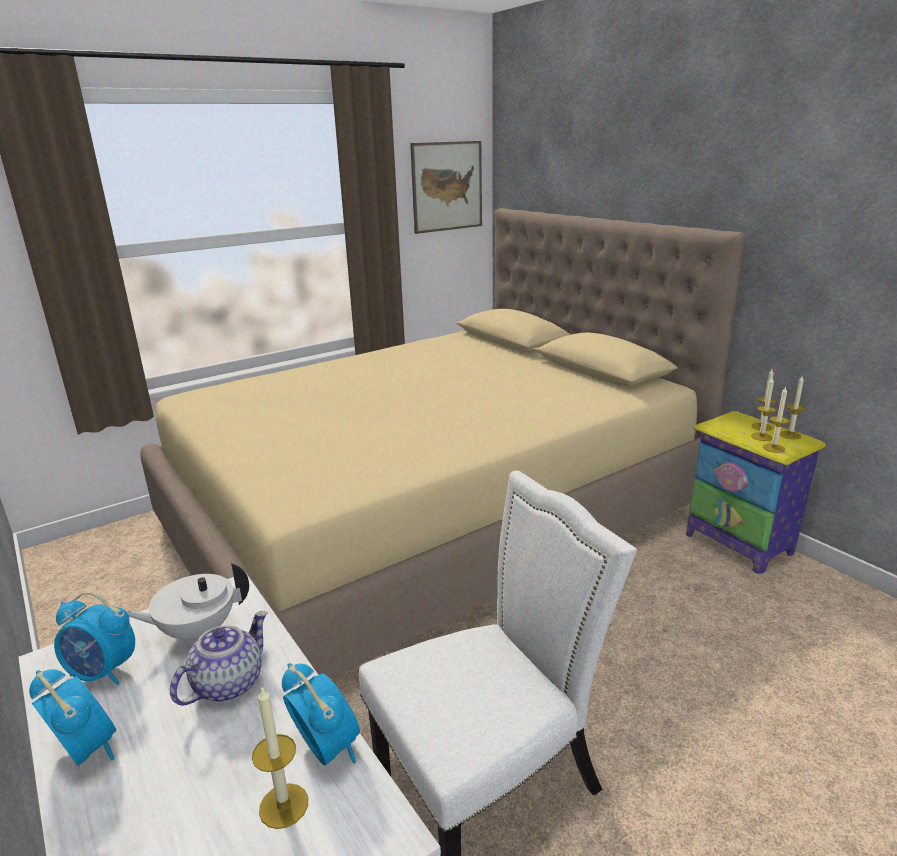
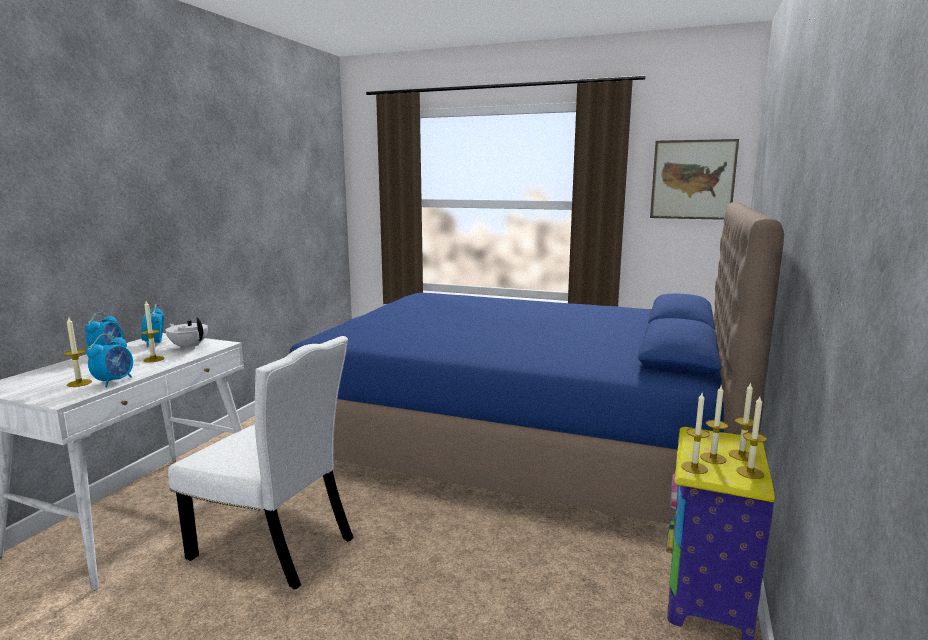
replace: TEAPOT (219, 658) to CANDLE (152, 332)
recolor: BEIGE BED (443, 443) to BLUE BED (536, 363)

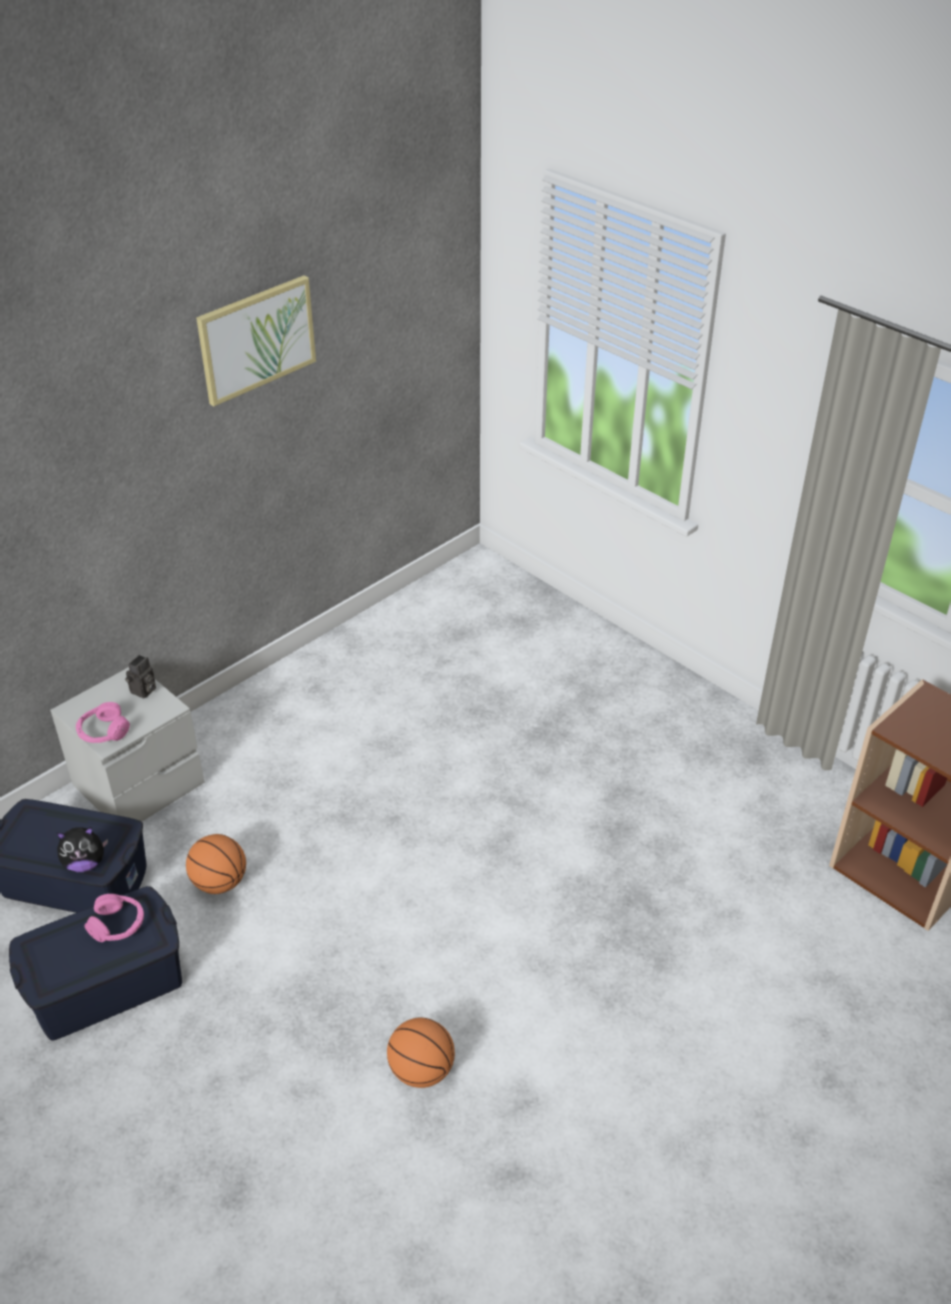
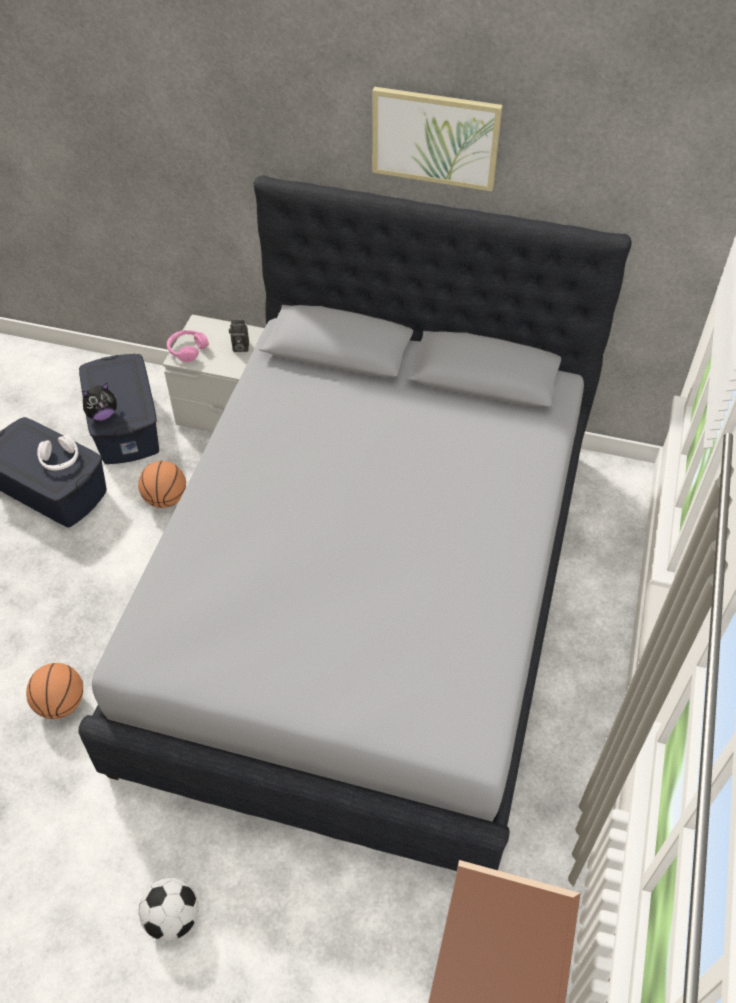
insert: GREY BED (355, 523); FOOTBALL (168, 909)
recolor: PINK HEADPHONES (114, 918) to WHITE HEADPHONES (58, 453)
rotate: PLUSH TOY (82, 849) = (99, 402) 75 degrees counterclockwise

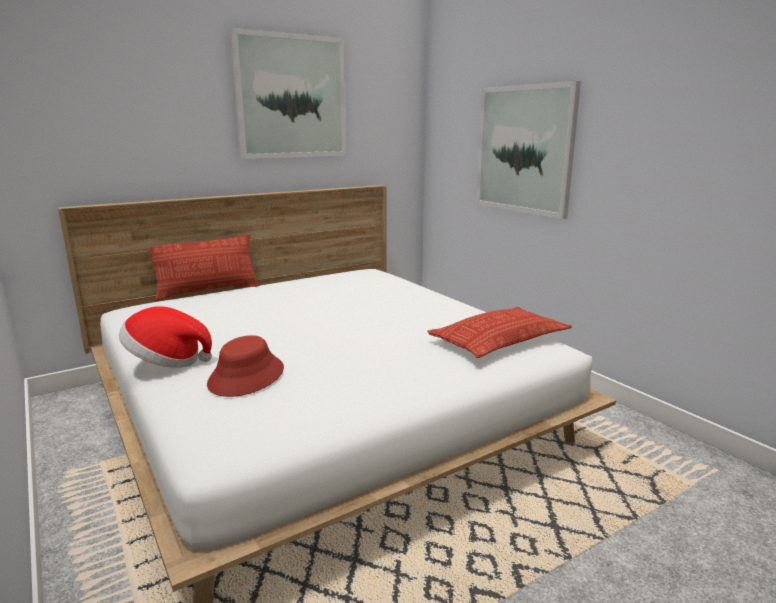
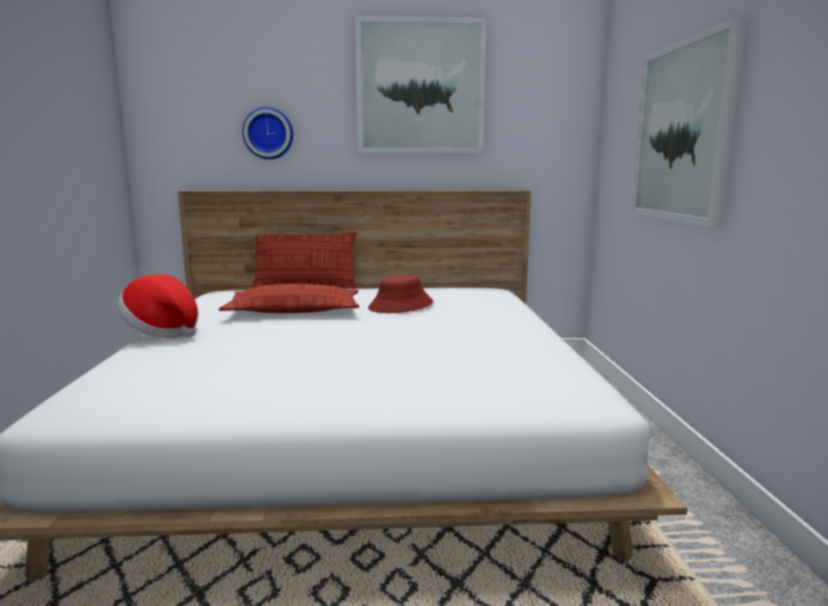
insert: WALL CLOCK (267, 133)
move: PILLOW (499, 332) to (289, 298); RED HAT (245, 366) to (400, 293)

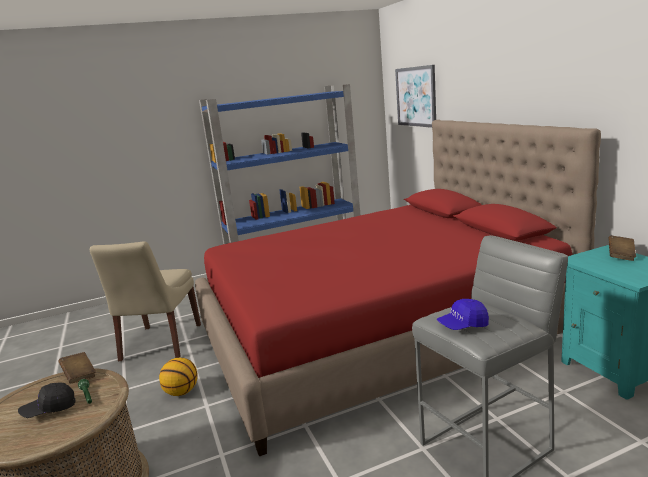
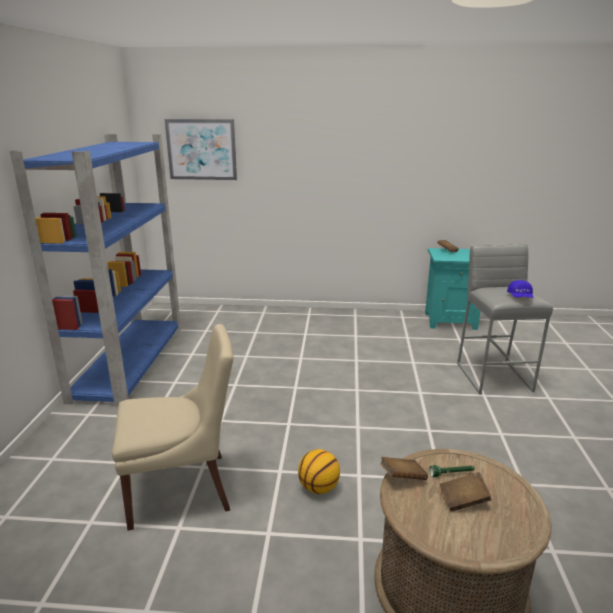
delete: RED BED (398, 288)
replace: BLACK CAP (46, 400) to BROWN BOOK (466, 492)
rotate: BEIGE CHAIR (145, 301) = (172, 427) 45 degrees counterclockwise

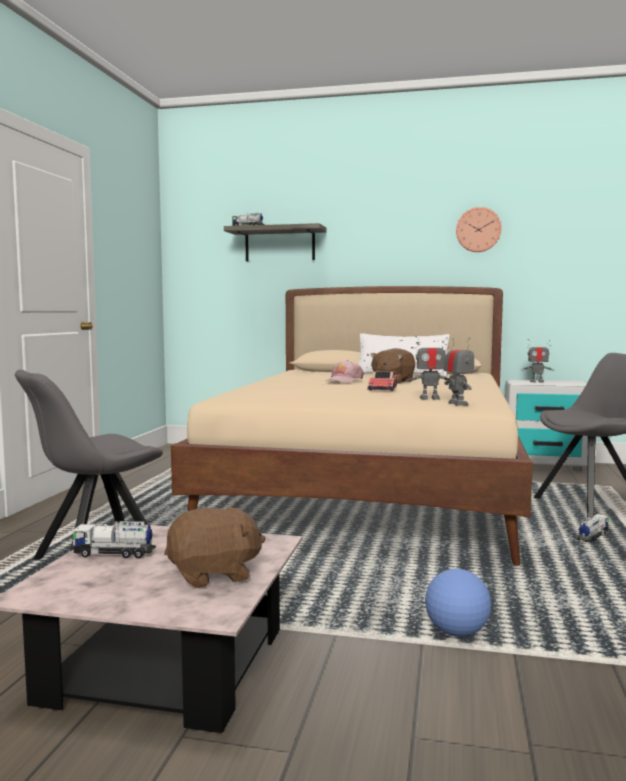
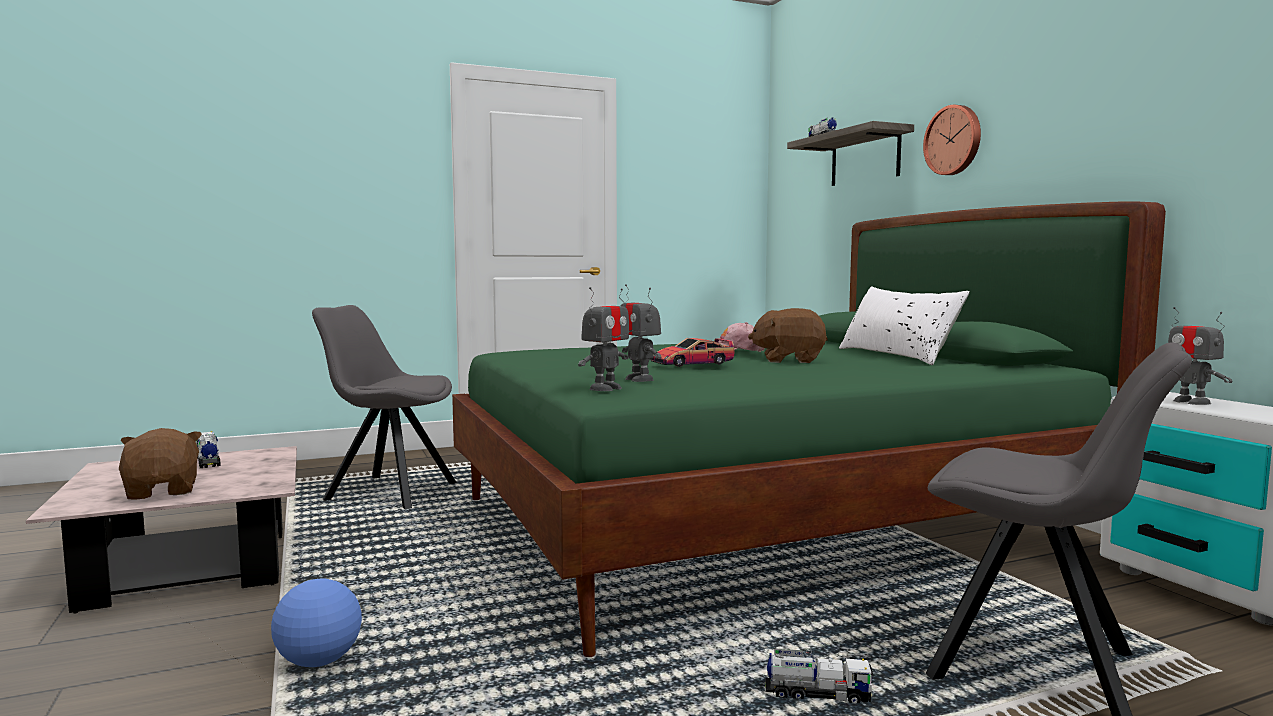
move: WALL CLOCK (478, 229) to (952, 140)
recolor: BEIGE BED (352, 425) to GREEN BED (809, 429)
rotate: BROWN PLUSH TOY (215, 547) = (160, 464) 150 degrees counterclockwise

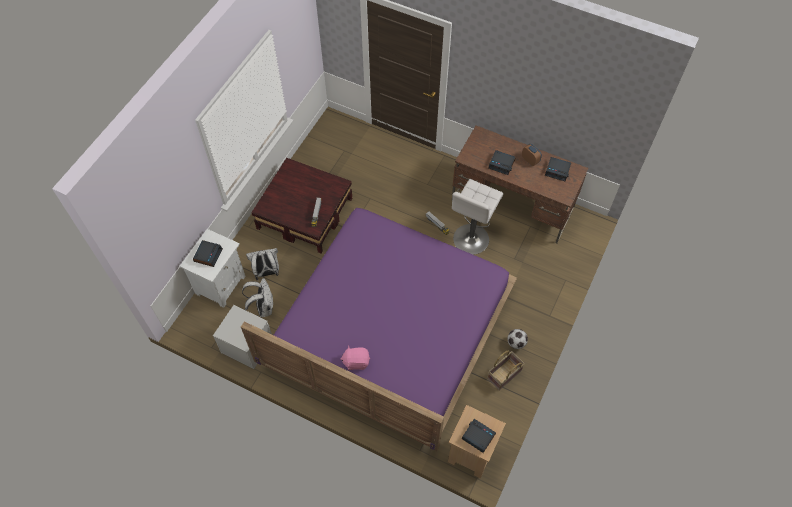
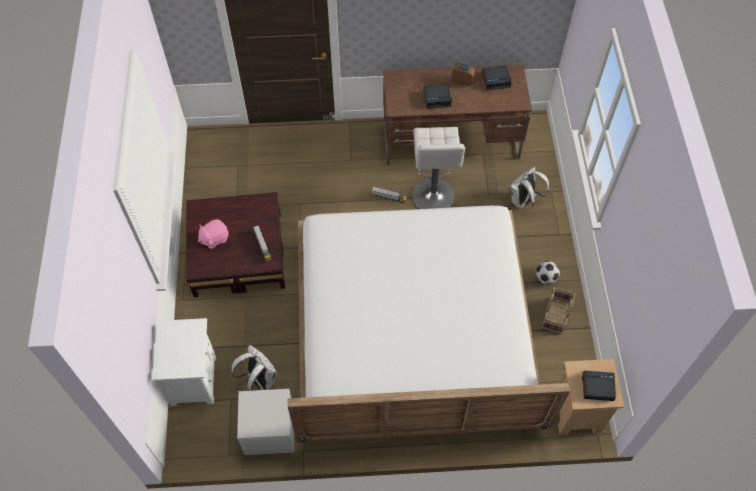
delete: ALARM CLOCK (208, 253)
move: PINK PLUSH TOY (355, 358) to (213, 234); WHITE BACKPACK (262, 264) to (529, 189)
recolor: PURPLE BED (379, 329) to WHITE BED (429, 324)

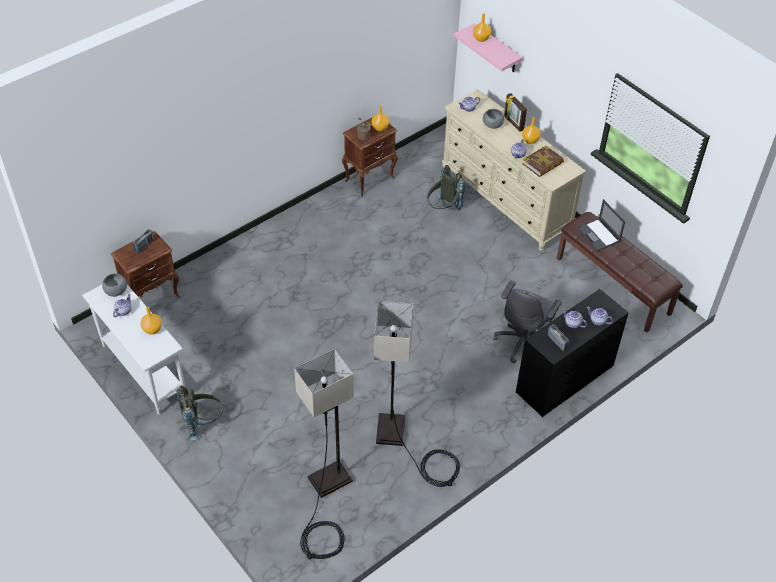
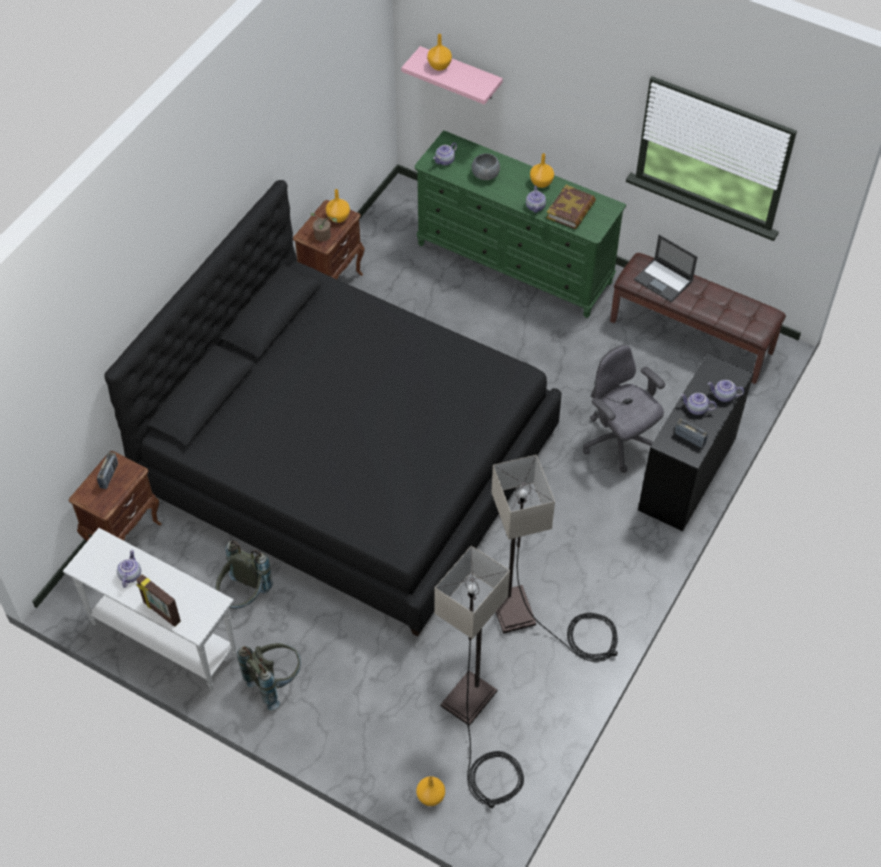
delete: GREY BOWL (114, 285)
insert: BLACK BED (333, 408)
move: PICTURE FRAME (515, 112) to (158, 600); GREY BACKPACK (446, 188) to (244, 575); ORANGE VASE (151, 321) to (430, 791)
recolor: BEIGE DRESSER (514, 170) to GREEN DRESSER (520, 224)
rotate: GREY OFFICE CHAIR (527, 322) = (624, 409) 135 degrees clockwise

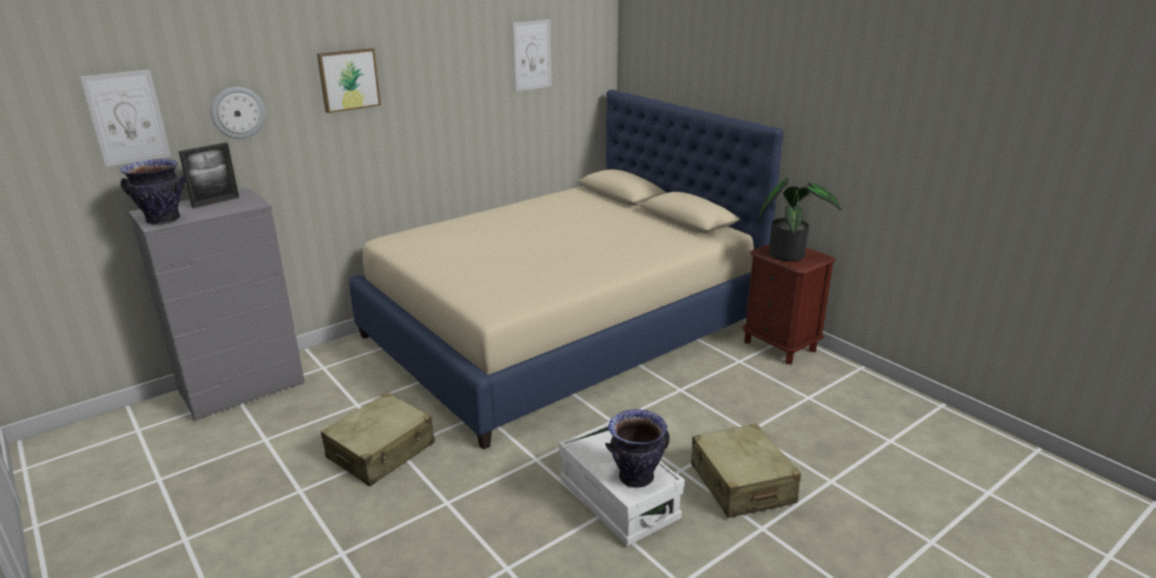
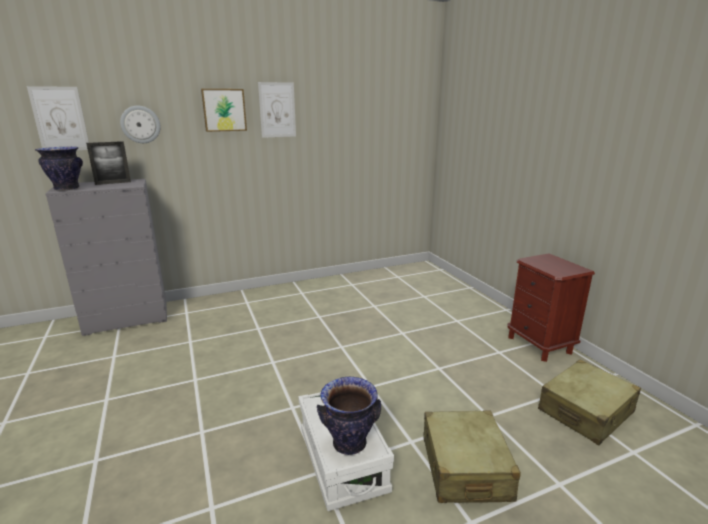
delete: BEIGE BED (566, 270); POTTED PLANT (800, 219)
move: PICTURE (532, 55) to (277, 110); BEIGE SUITCASE (378, 439) to (589, 402)

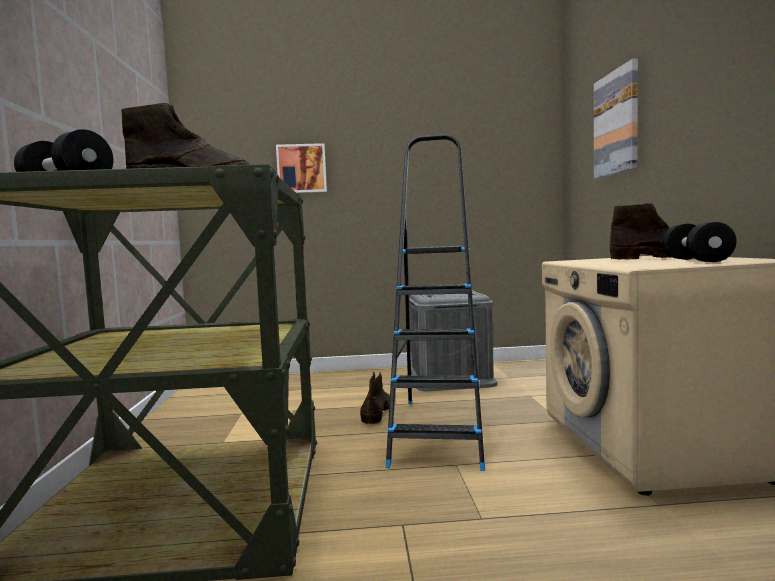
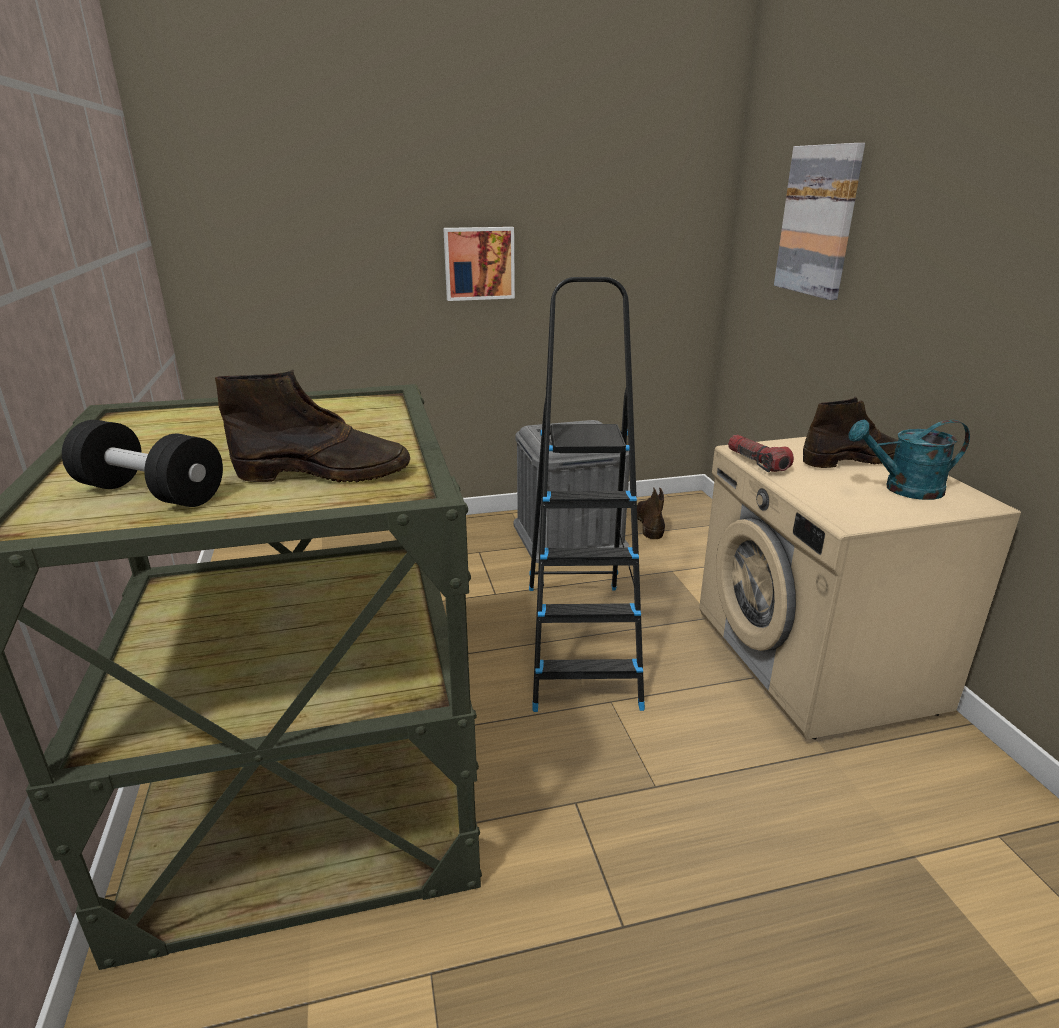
insert: FLASHLIGHT (761, 453)
move: PICTURE (301, 168) to (479, 264); BROWN BOOT (375, 398) to (651, 513)
replace: BLACK DUMBBELL (699, 242) to TURQUOISE WATERING CAN (909, 460)

